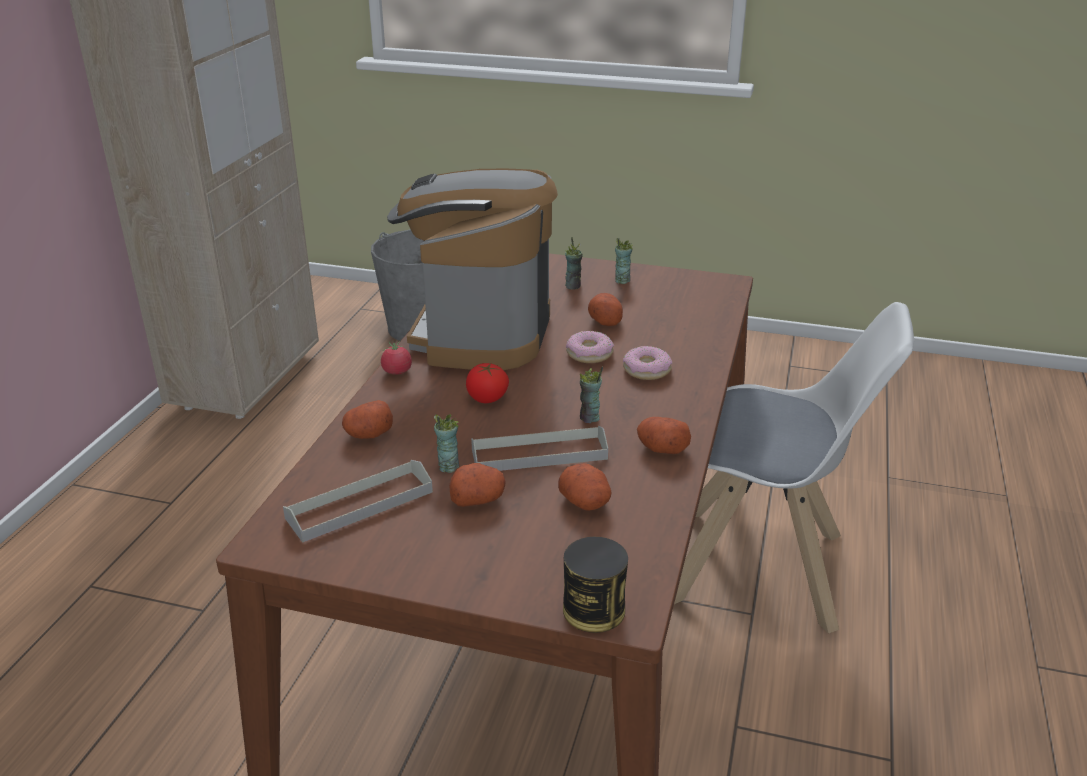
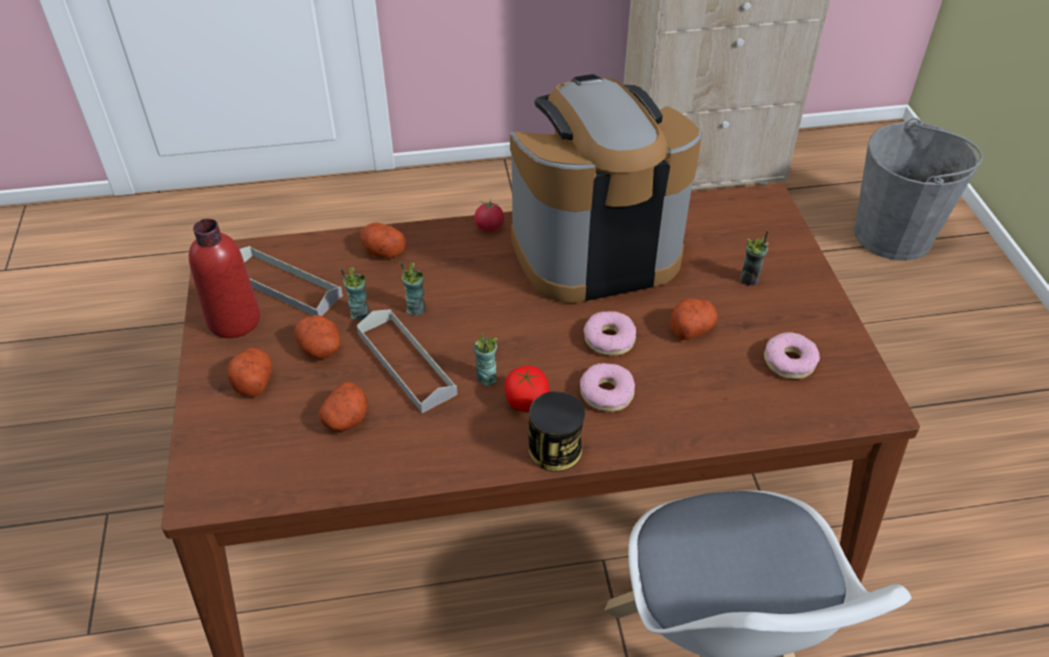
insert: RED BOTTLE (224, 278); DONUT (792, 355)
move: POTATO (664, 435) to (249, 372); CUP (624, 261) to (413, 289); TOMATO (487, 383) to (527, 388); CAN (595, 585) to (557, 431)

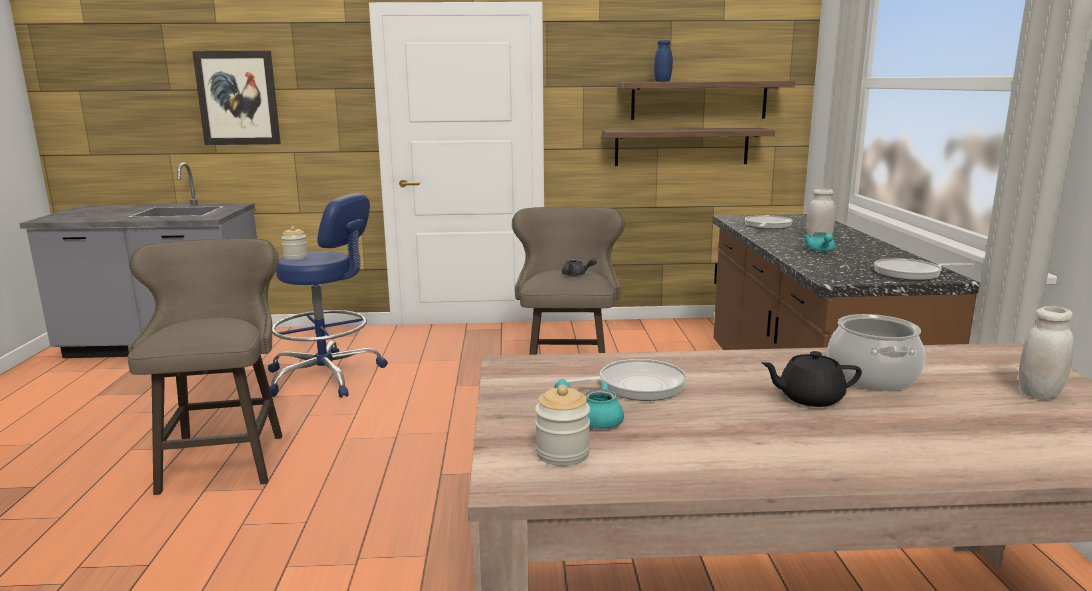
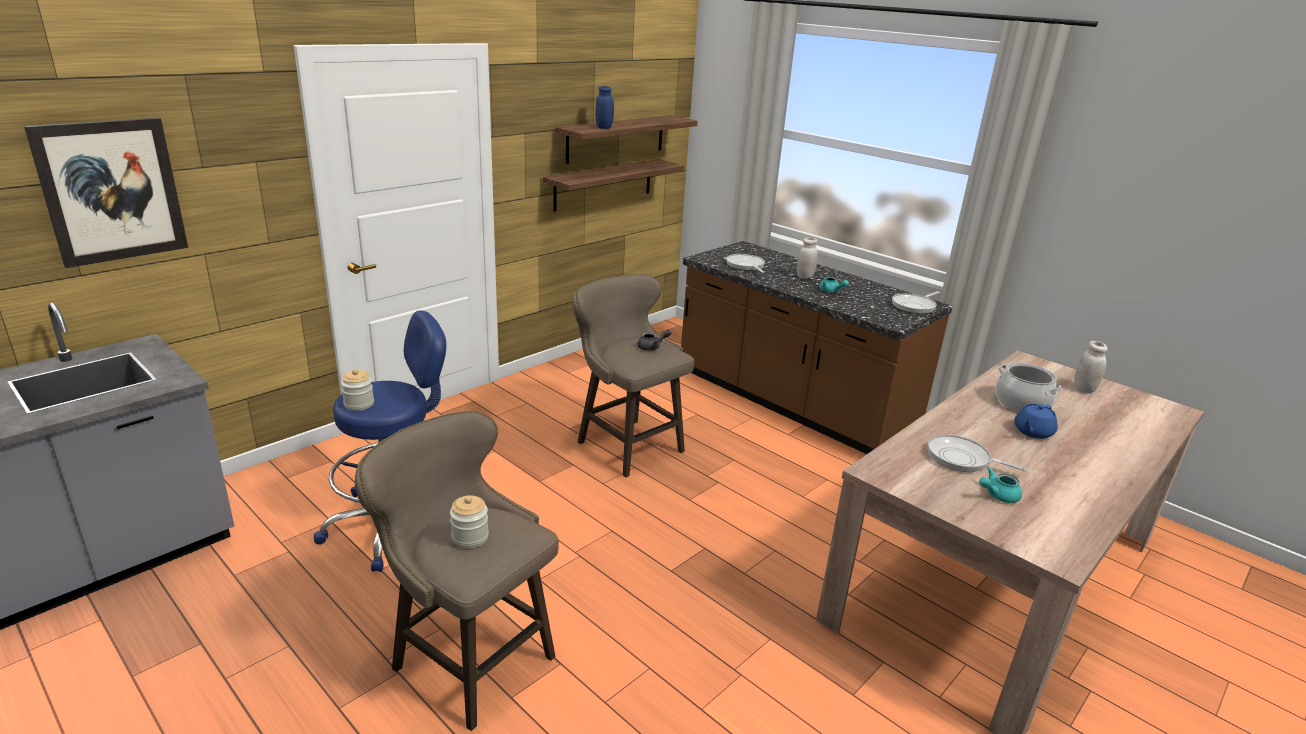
move: JAR (562, 425) to (469, 521)
recolor: BLACK TEAPOT (811, 379) to BLUE TEAPOT (1036, 421)
rotate: FRYING PAN (621, 380) = (977, 453) 90 degrees counterclockwise

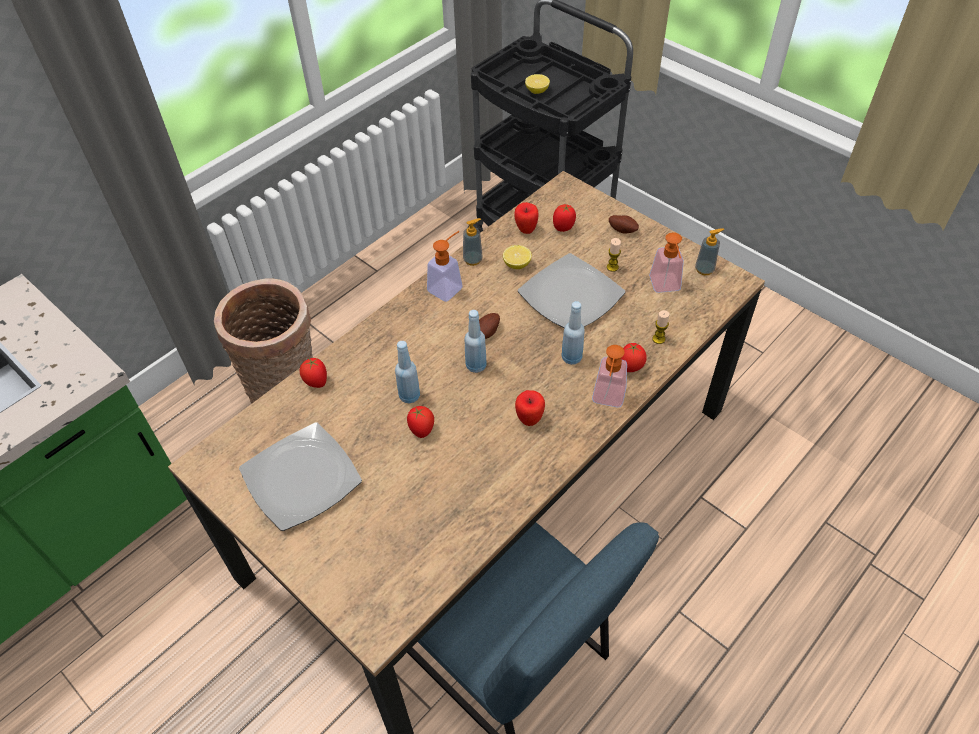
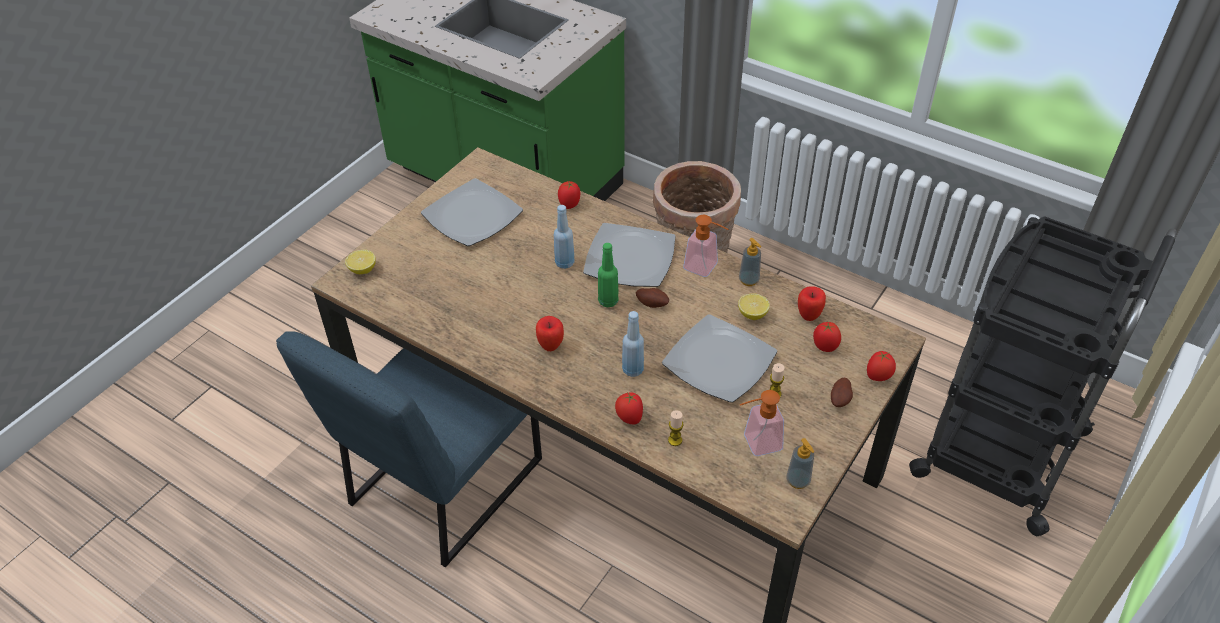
delete: SOAP DISPENSER (609, 376)
insert: PLATE (629, 255)
move: LEMON (537, 84) to (360, 262); TOMATO (420, 422) to (881, 366)
recolor: BLUE BOTTLE (475, 341) to GREEN BOTTLE (608, 275)

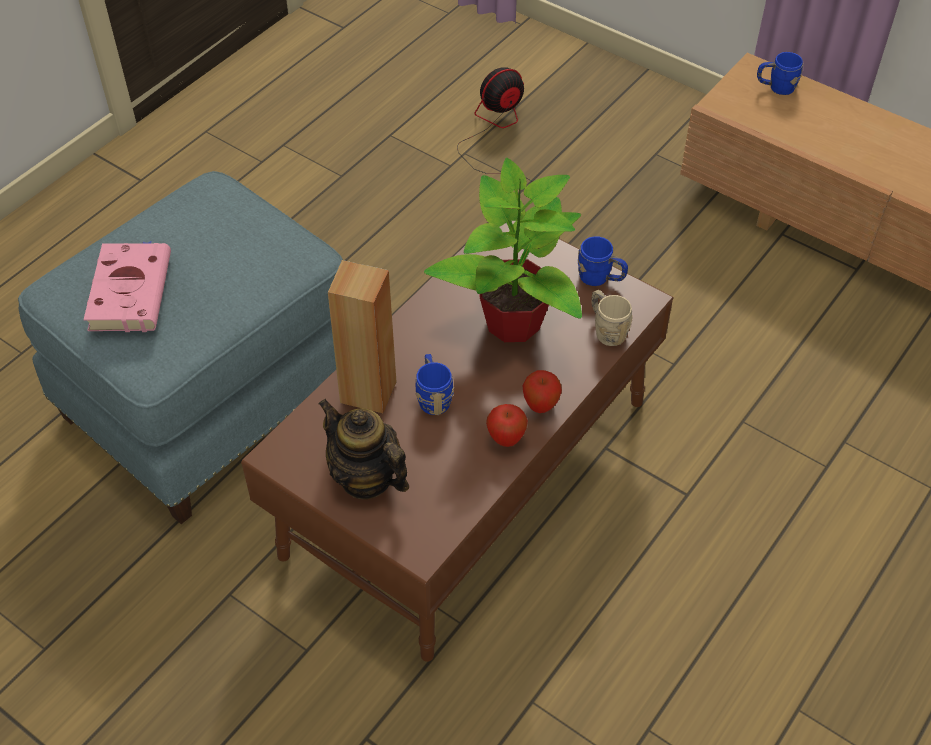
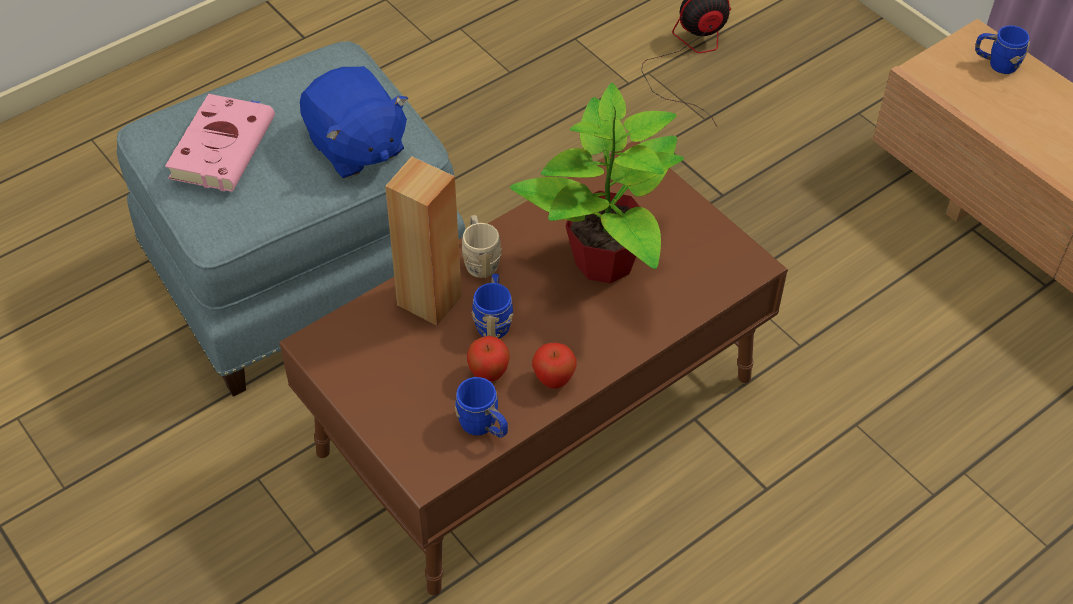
delete: TEAPOT (363, 449)
insert: BLUE PLUSH TOY (354, 122)
move: BLUE MUG (603, 261) to (481, 407); BEIGE MUG (612, 318) to (482, 246); APPLE (542, 391) to (488, 359)

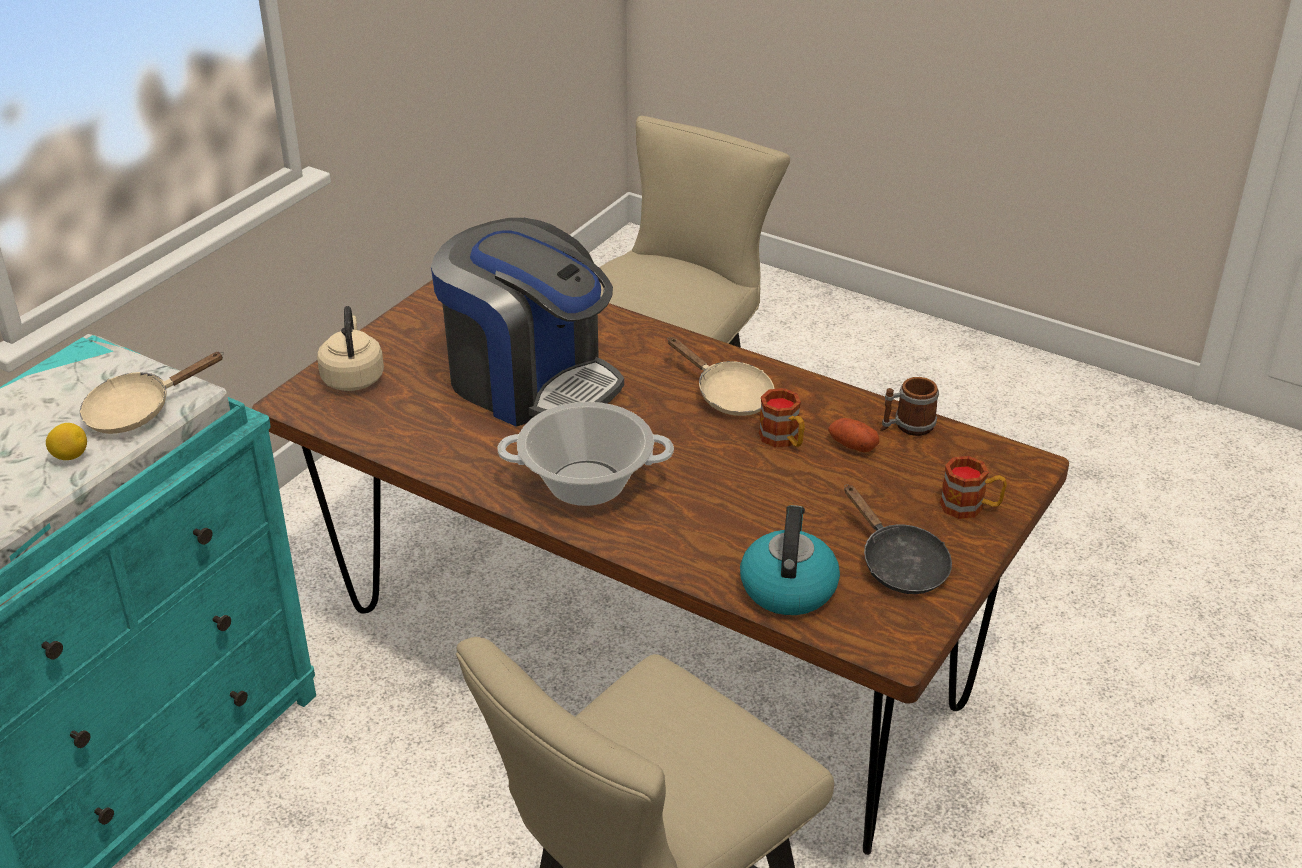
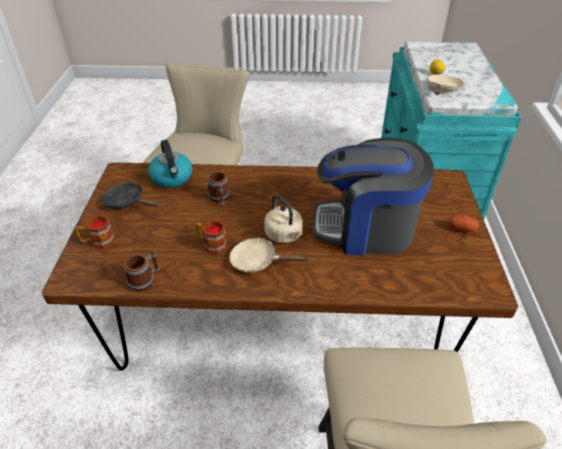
delete: COOKING POT (585, 454)
insert: MUG (218, 189)
move: BEIGE KETTLE (350, 348) to (283, 219); POTATO (853, 435) to (464, 223)

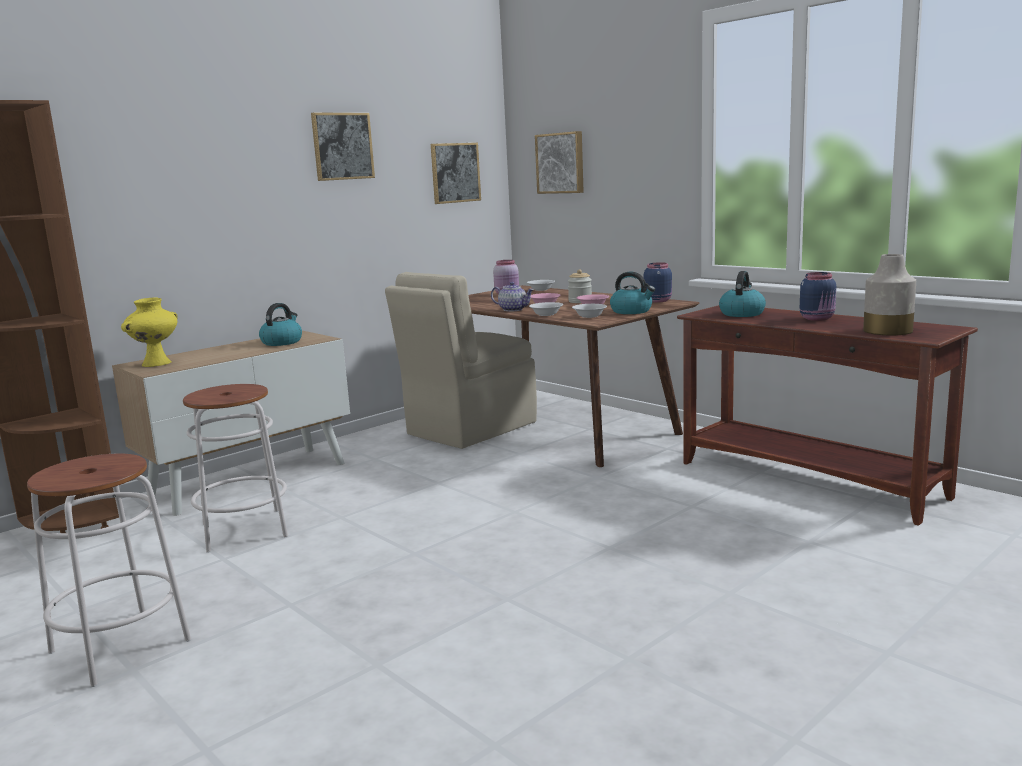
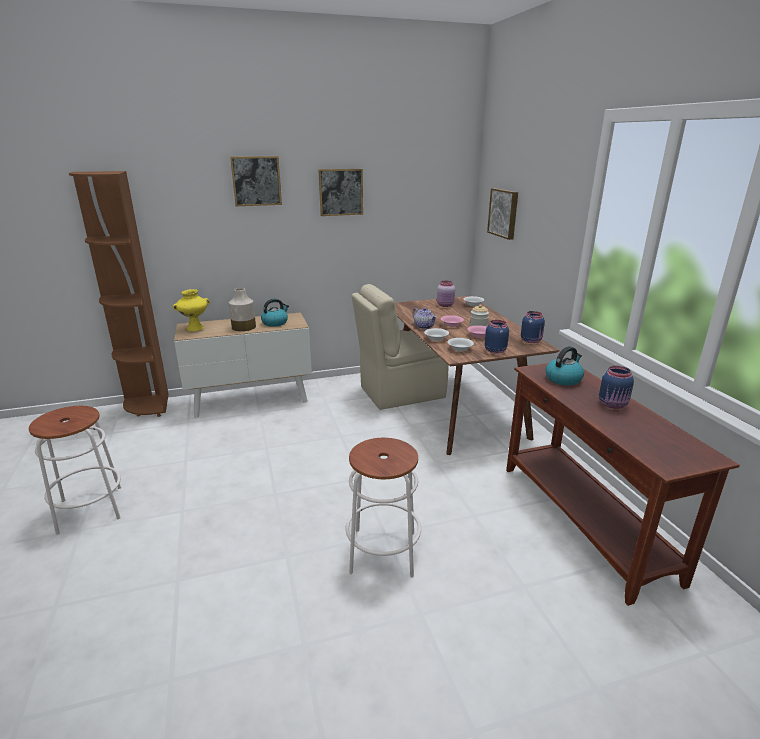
move: BEIGE VASE (889, 294) to (242, 309); PICTURE (456, 173) to (256, 181); WHITE STOOL (235, 468) to (383, 508)
replace: KETTLE (632, 292) to BLUE JAR (497, 337)

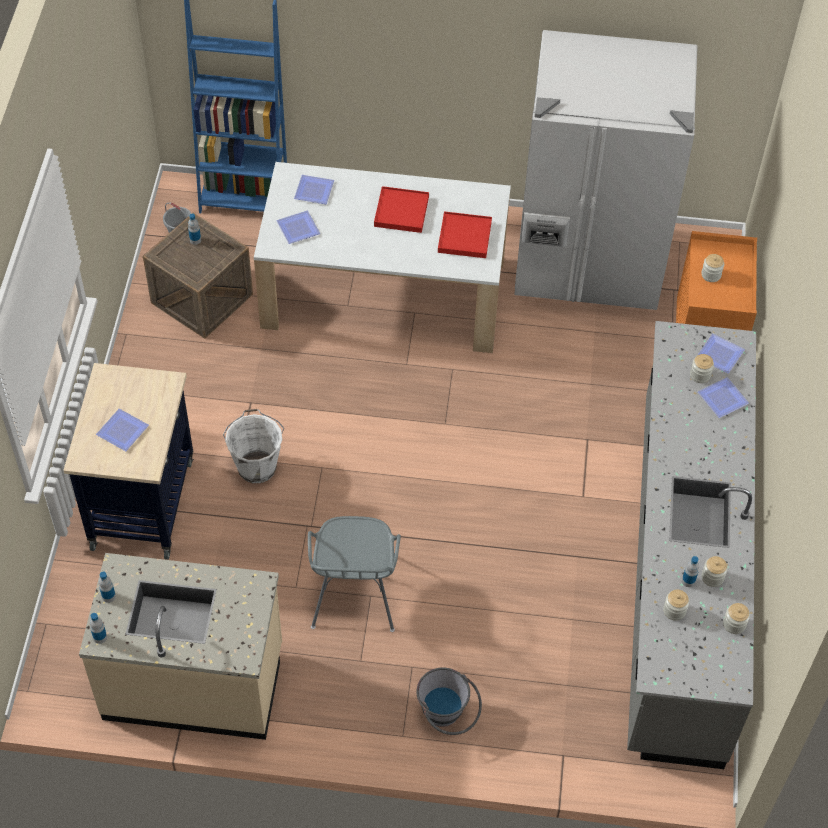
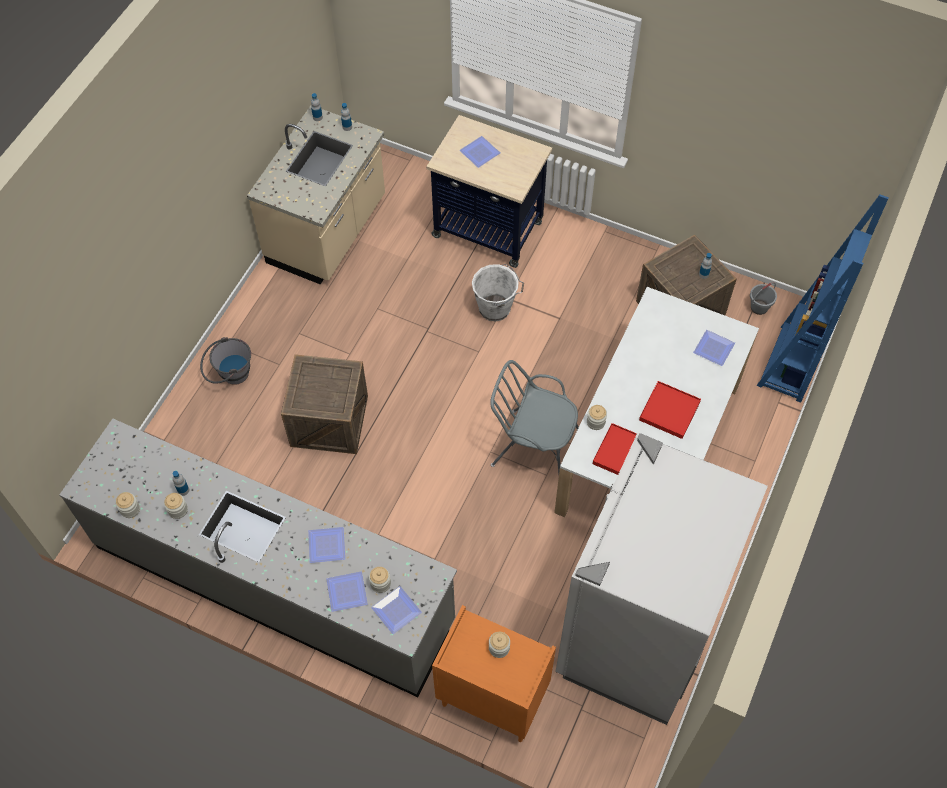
insert: CRATE (324, 404)
move: PLATE (298, 227) to (326, 545); GREY CHAIR (354, 574) to (534, 417); JAR (676, 605) to (597, 417)

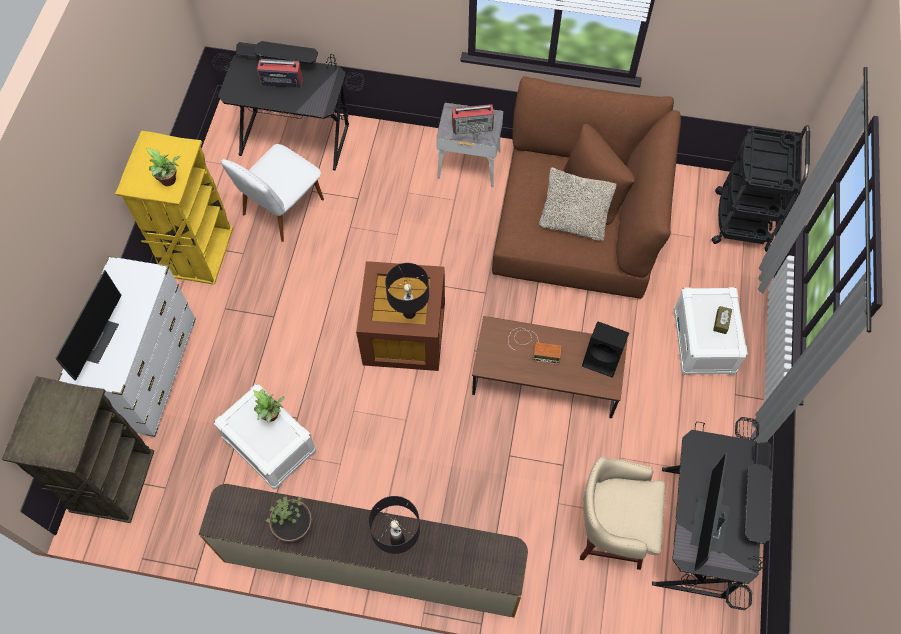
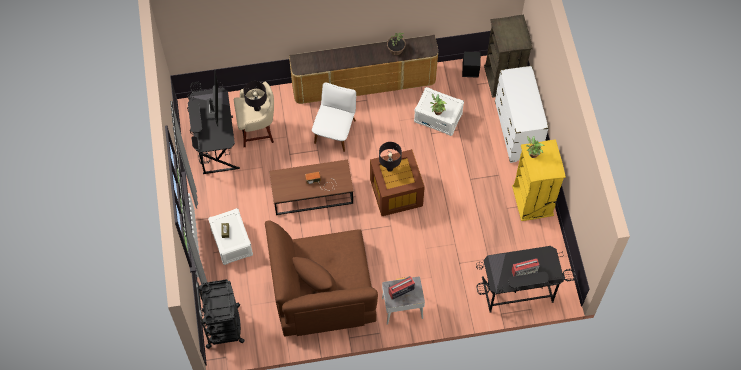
delete: MONITOR (89, 325); BEIGE PILLOW (578, 204)
move: BLACK TABLE LAMP (394, 525) to (255, 96); WHITE CHAIR (272, 193) to (334, 117); BLACK SPEAKER (605, 350) to (471, 65)

